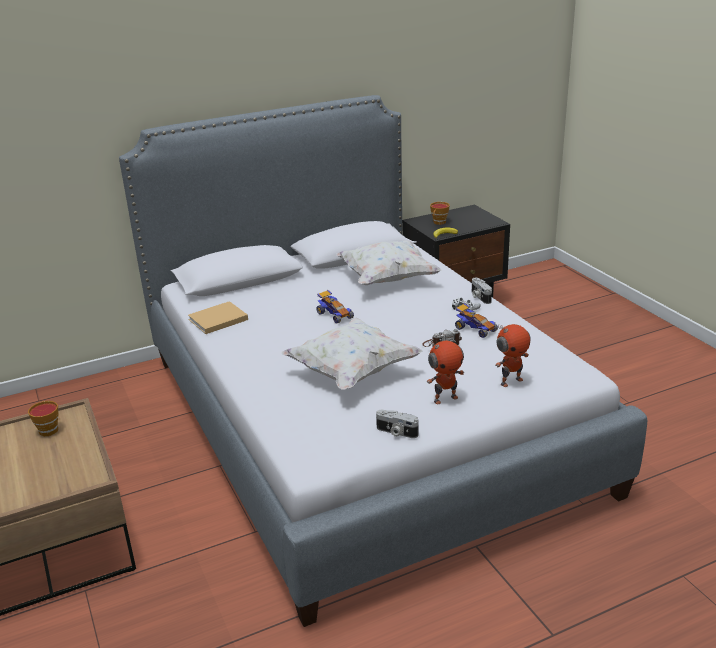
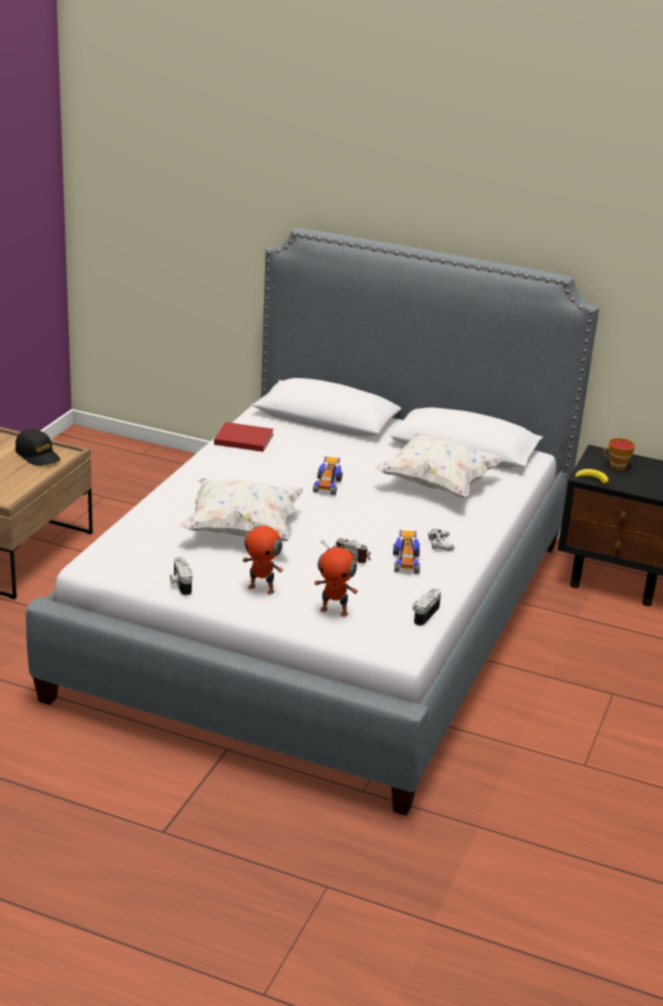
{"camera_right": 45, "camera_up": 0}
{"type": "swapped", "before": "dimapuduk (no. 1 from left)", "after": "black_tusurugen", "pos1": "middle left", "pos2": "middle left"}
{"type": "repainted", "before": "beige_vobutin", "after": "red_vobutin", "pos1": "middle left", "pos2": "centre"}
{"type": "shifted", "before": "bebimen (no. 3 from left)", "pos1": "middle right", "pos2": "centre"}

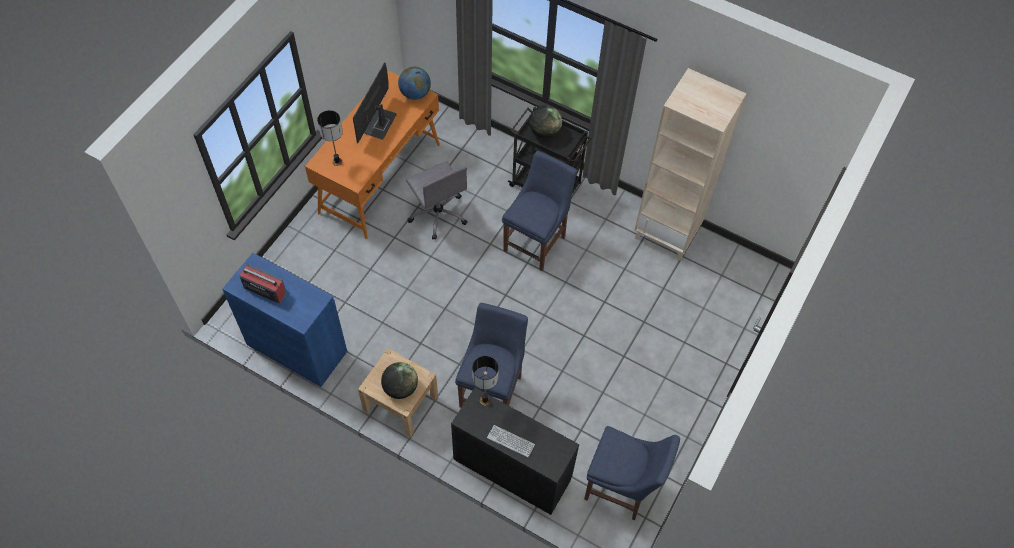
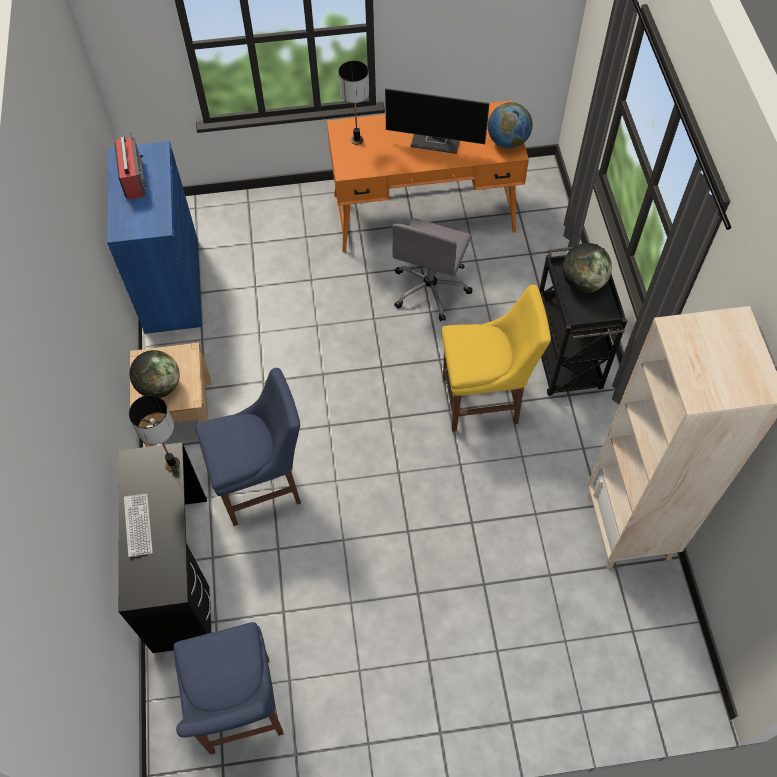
{"camera_right": 55, "camera_up": 0}
{"type": "rotated", "before": "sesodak", "pos1": "top centre", "pos2": "top centre", "turn": -150}
{"type": "repainted", "before": "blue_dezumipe (no. 2 from left)", "after": "yellow_dezumipe", "pos1": "centre", "pos2": "centre"}

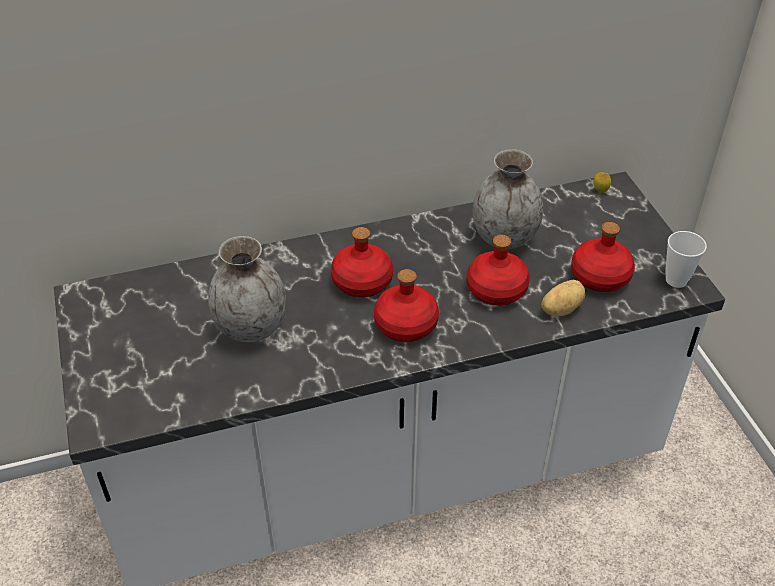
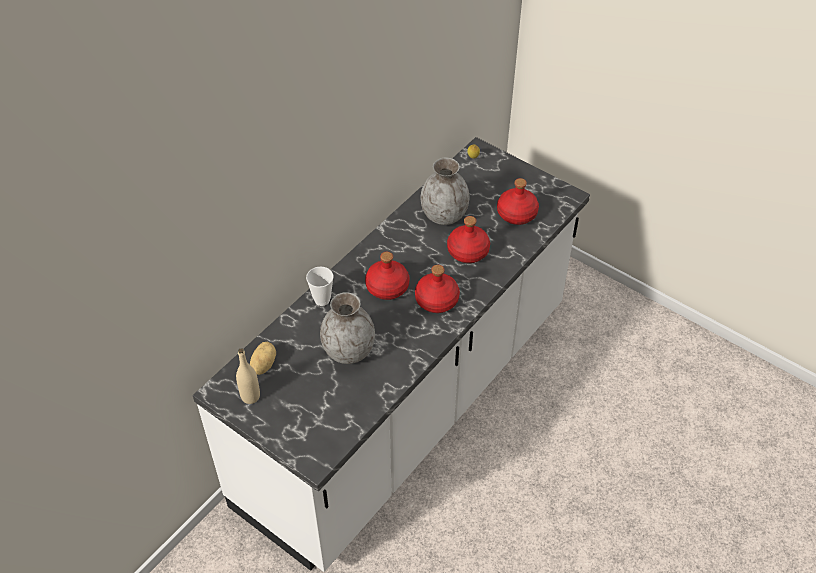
{"camera_right": -35, "camera_up": 5}
{"type": "new", "after": "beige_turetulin", "pos2": "middle left"}
{"type": "shifted", "before": "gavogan", "pos1": "middle right", "pos2": "middle left"}
{"type": "shifted", "before": "dimapuduk", "pos1": "middle right", "pos2": "centre"}

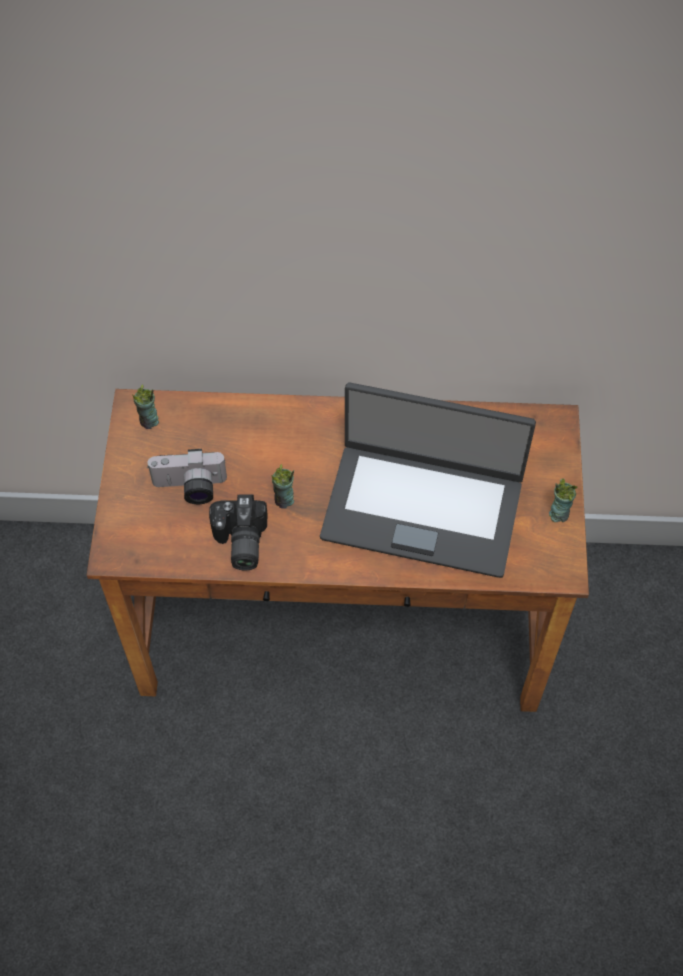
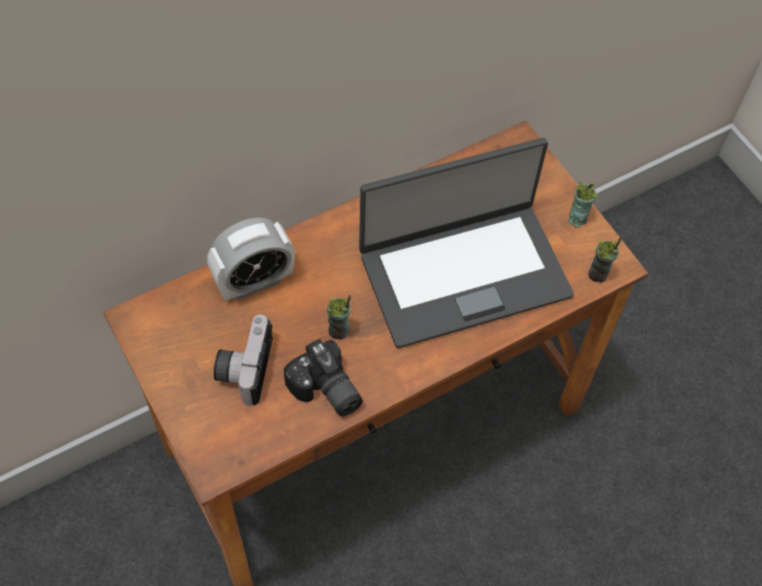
{"camera_right": -35, "camera_up": 0}
{"type": "new", "after": "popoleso", "pos2": "middle left"}
{"type": "rotated", "before": "bebimen (no. 1 from left)", "pos1": "middle left", "pos2": "middle left", "turn": 135}
{"type": "shifted", "before": "dimapuduk (no. 1 from left in the first image)", "after": "dimapuduk (no. 3 from left)", "pos1": "middle left", "pos2": "middle right"}

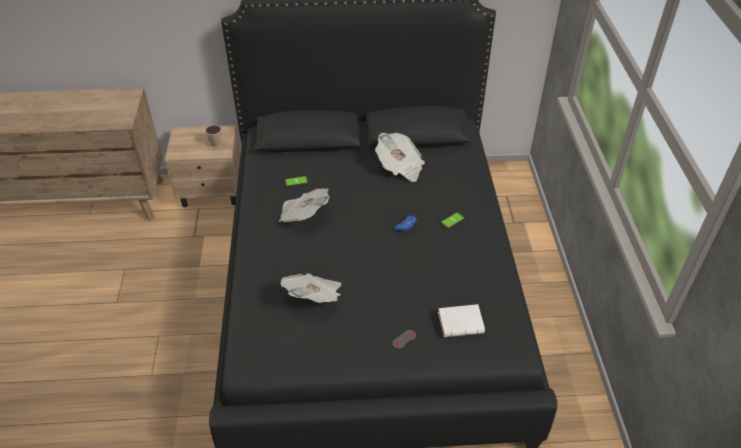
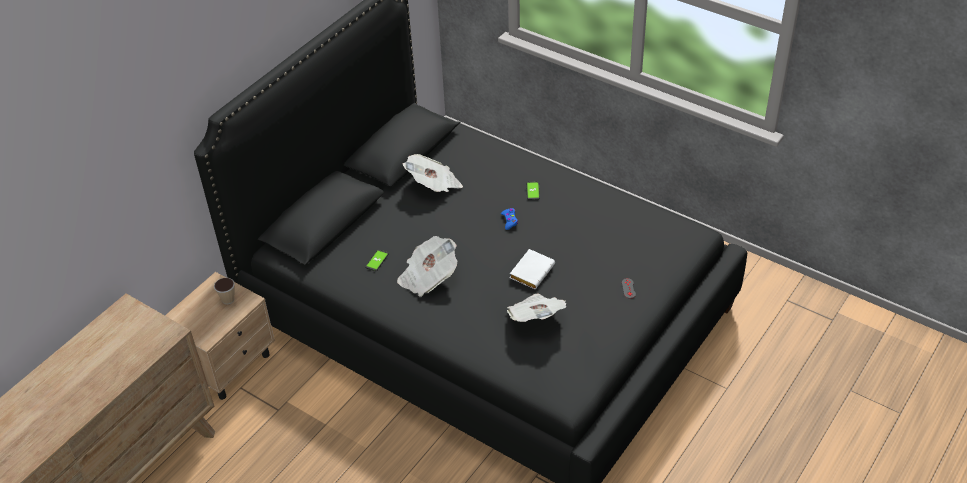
{"camera_right": -50, "camera_up": 0}
{"type": "shifted", "before": "white_vobutin", "pos1": "bottom centre", "pos2": "centre"}

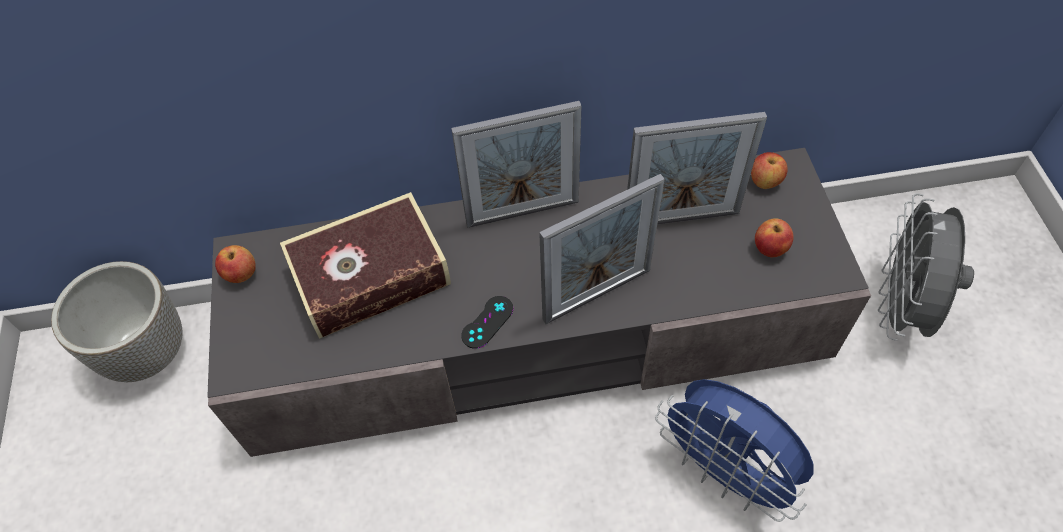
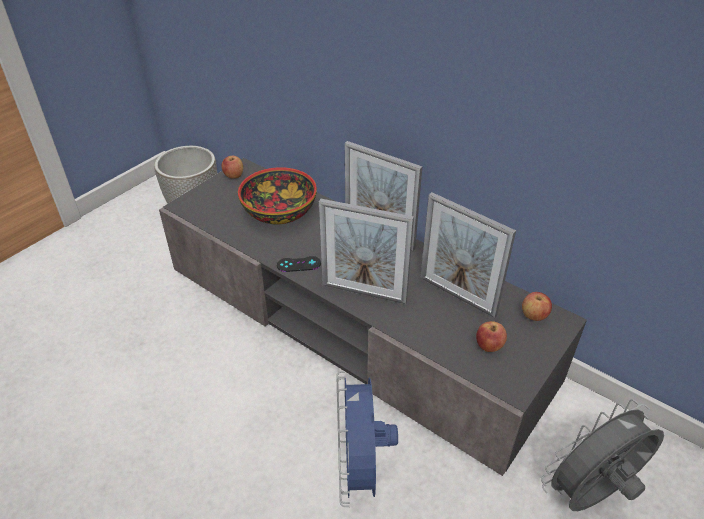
{"camera_right": 45, "camera_up": -15}
{"type": "swapped", "before": "vobutin", "after": "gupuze", "pos1": "centre", "pos2": "centre"}

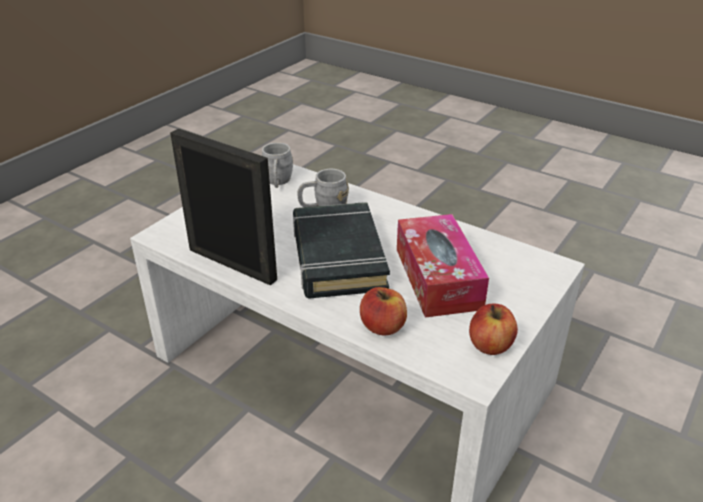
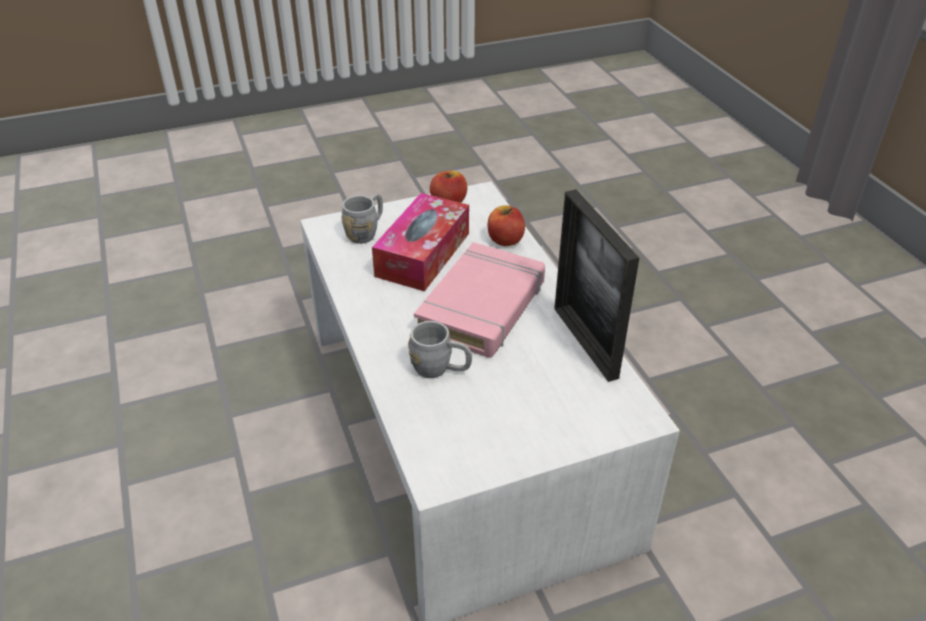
{"camera_right": -145, "camera_up": 5}
{"type": "shifted", "before": "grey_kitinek (no. 1 from left)", "pos1": "top centre", "pos2": "centre"}
{"type": "repainted", "before": "black_vobutin", "after": "pink_vobutin", "pos1": "centre", "pos2": "centre"}

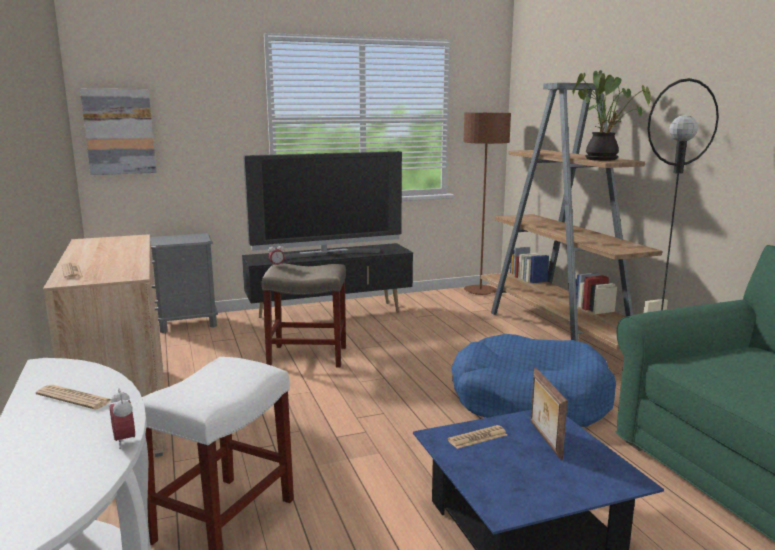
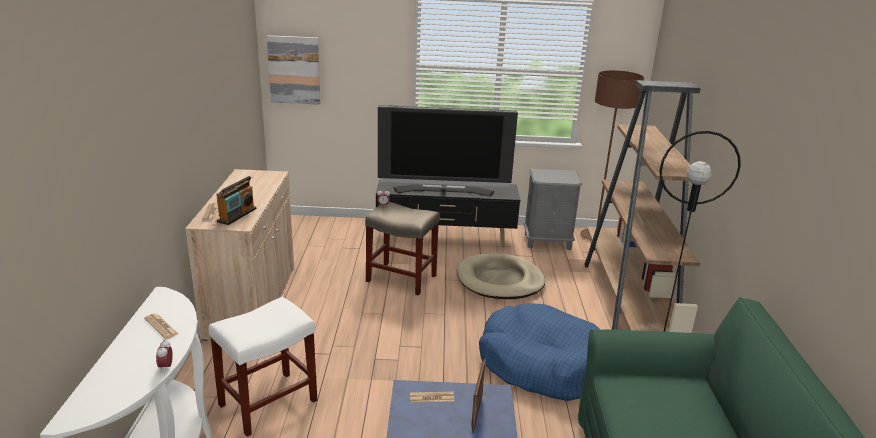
{"camera_right": 20, "camera_up": 10}
{"type": "new", "after": "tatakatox", "pos2": "middle left"}
{"type": "new", "after": "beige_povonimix", "pos2": "centre"}
{"type": "shifted", "before": "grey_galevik", "pos1": "middle left", "pos2": "centre"}
{"type": "gone", "before": "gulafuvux", "pos1": "top right"}

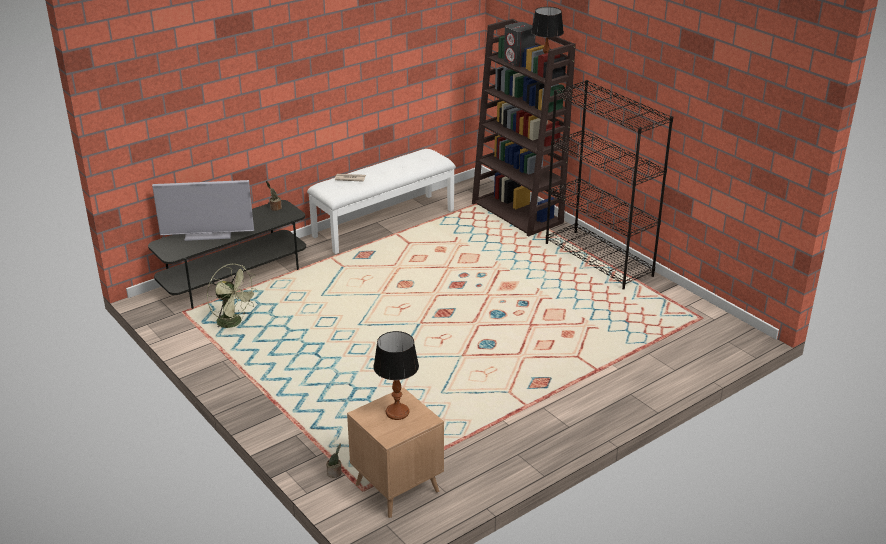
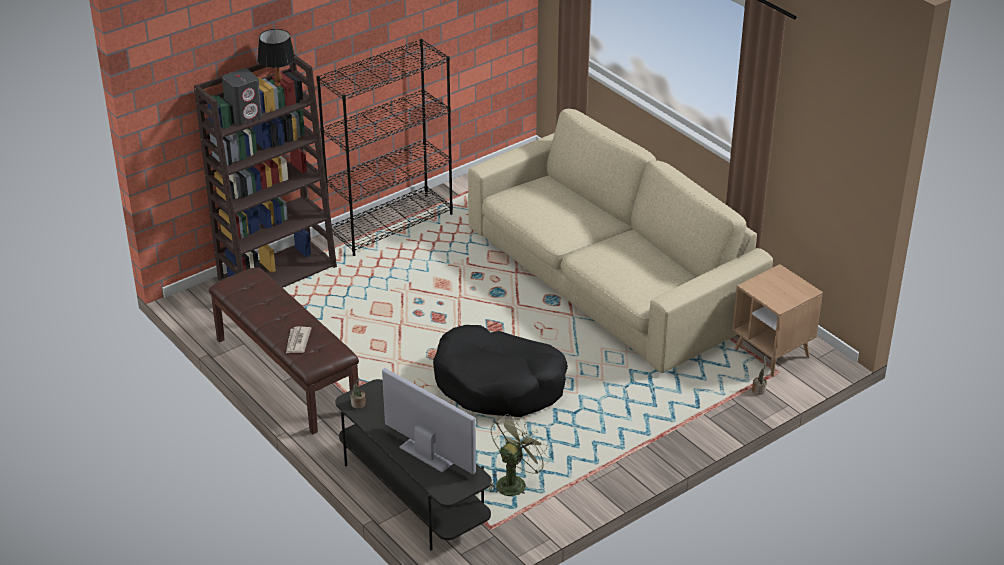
{"camera_right": -90, "camera_up": 5}
{"type": "repainted", "before": "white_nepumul", "after": "brown_nepumul", "pos1": "centre", "pos2": "middle left"}
{"type": "rotated", "before": "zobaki", "pos1": "middle left", "pos2": "bottom centre", "turn": -45}
{"type": "new", "after": "black_povonimix", "pos2": "centre"}
{"type": "new", "after": "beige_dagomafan", "pos2": "centre"}
{"type": "gone", "before": "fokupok (no. 1 from left)", "pos1": "bottom centre"}

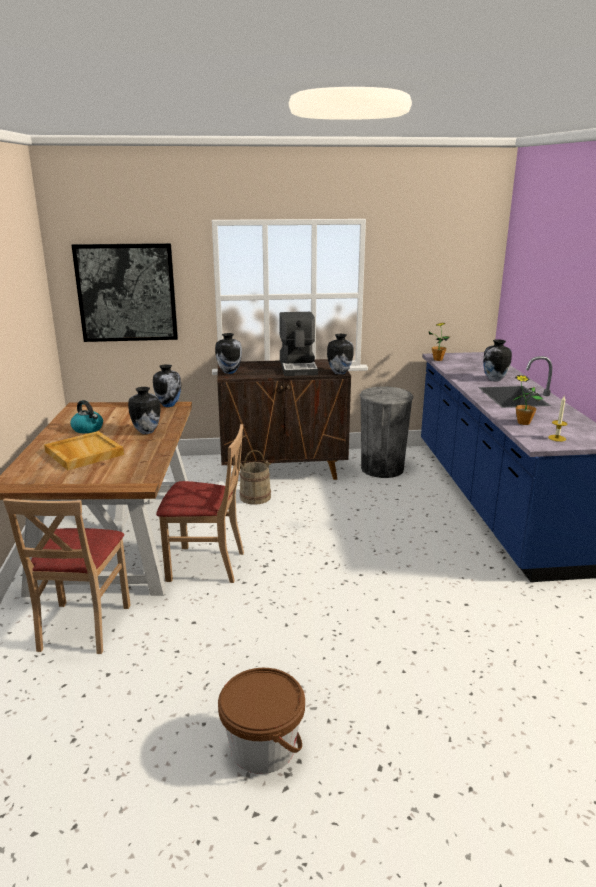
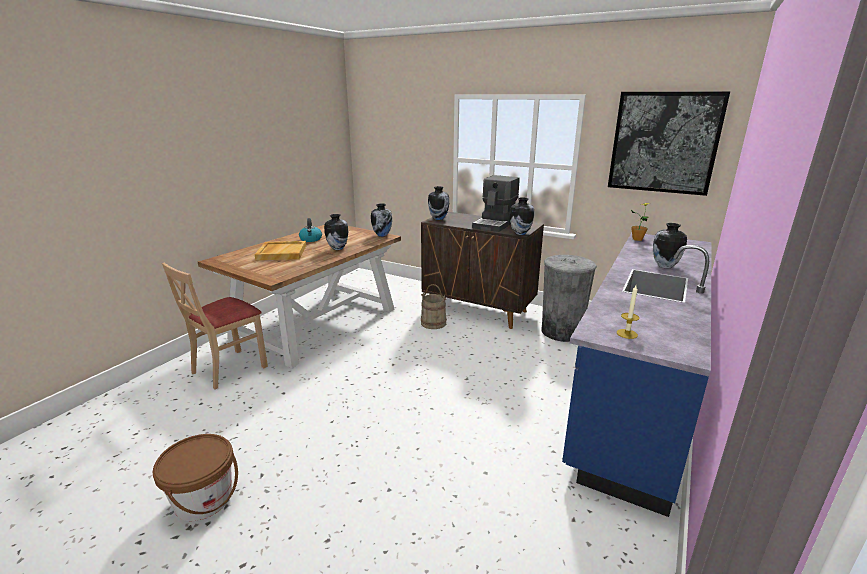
{"camera_right": 35, "camera_up": 0}
{"type": "shifted", "before": "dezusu", "pos1": "top left", "pos2": "top right"}
{"type": "gone", "before": "beige_dezumipe (no. 2 from left)", "pos1": "centre"}
{"type": "gone", "before": "gulafuvux (no. 2 from left)", "pos1": "middle right"}

